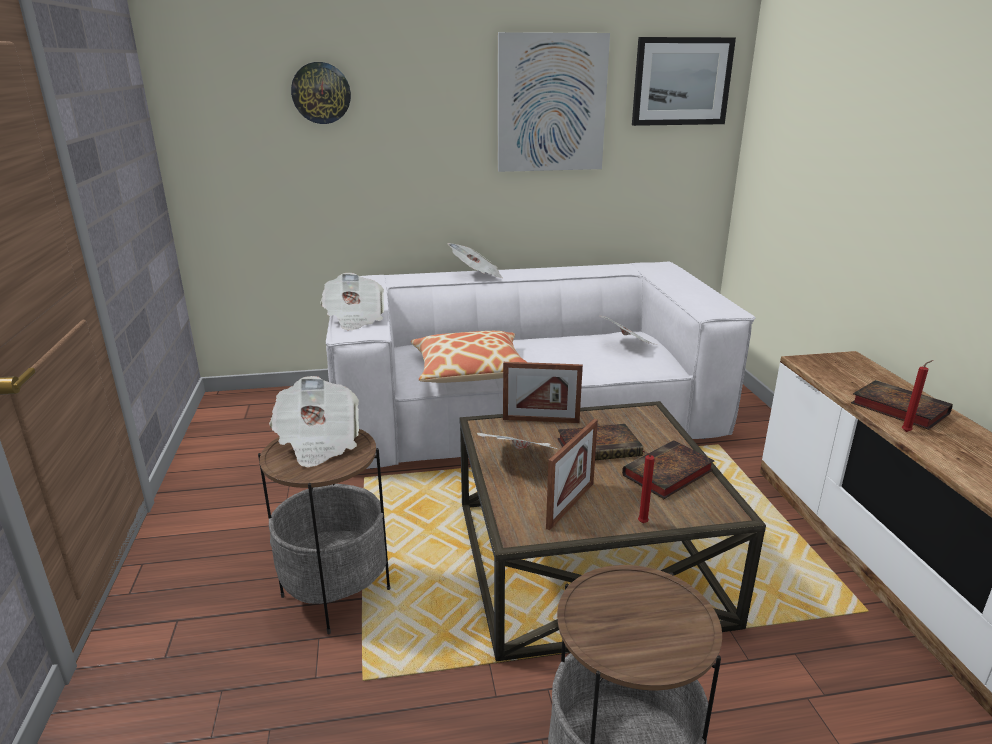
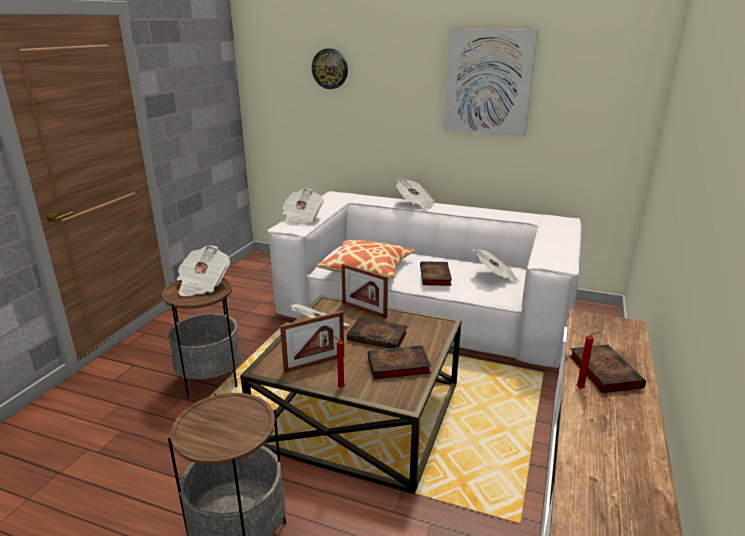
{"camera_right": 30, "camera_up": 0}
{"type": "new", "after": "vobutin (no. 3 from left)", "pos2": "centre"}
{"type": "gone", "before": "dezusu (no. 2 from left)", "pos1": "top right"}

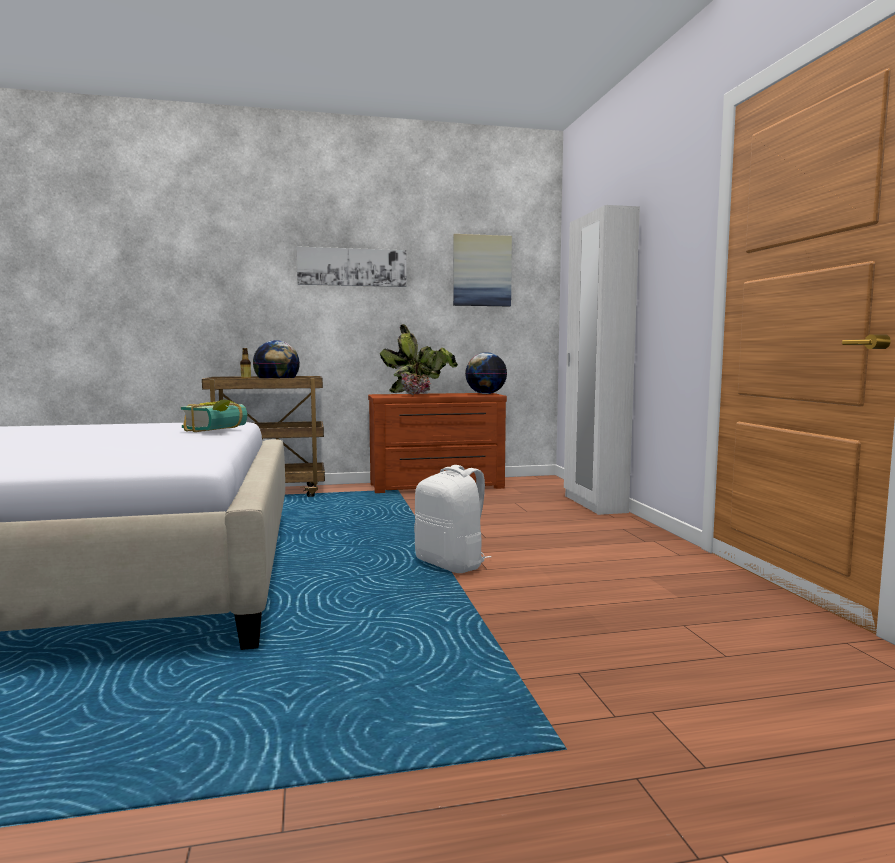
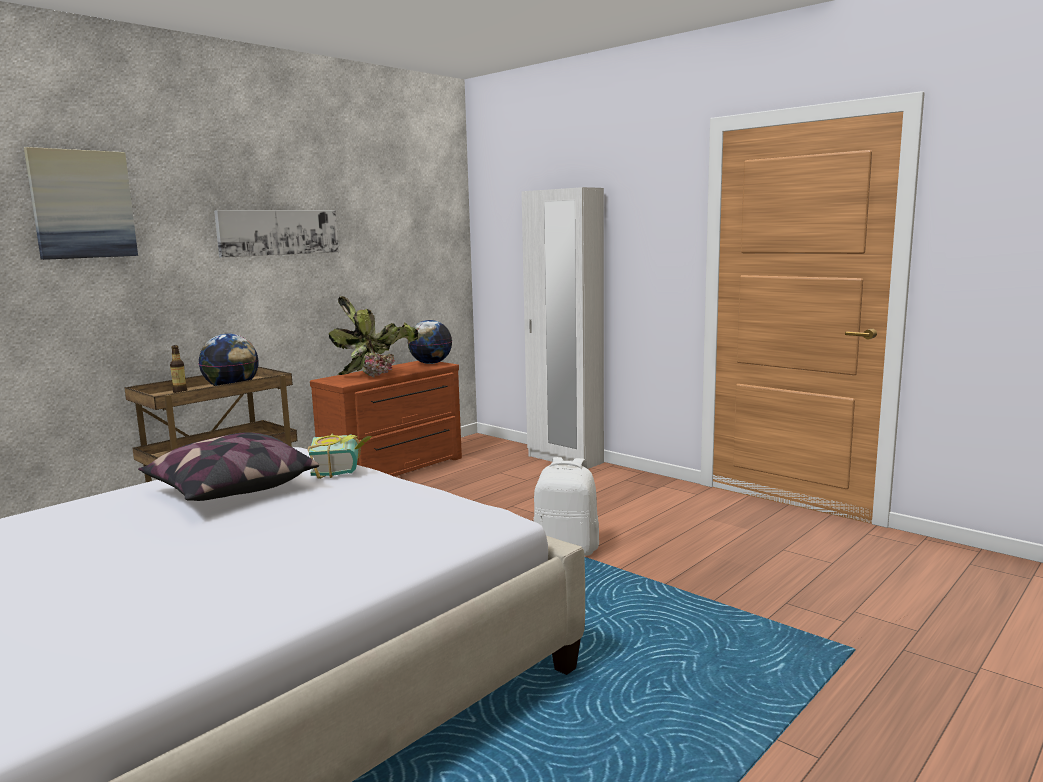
{"camera_right": -35, "camera_up": 5}
{"type": "shifted", "before": "dezusu (no. 2 from left in the first image)", "after": "dezusu (no. 1 from left)", "pos1": "top centre", "pos2": "top left"}
{"type": "new", "after": "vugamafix", "pos2": "middle left"}

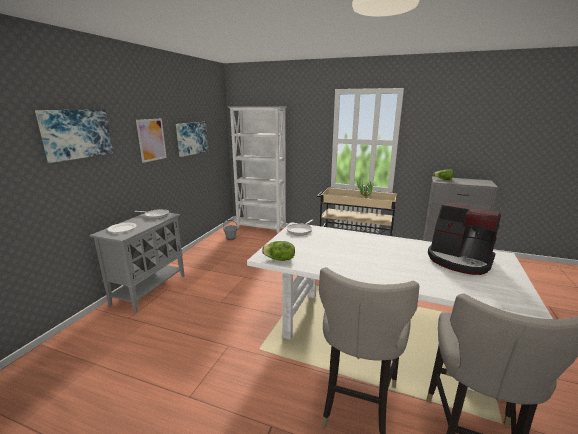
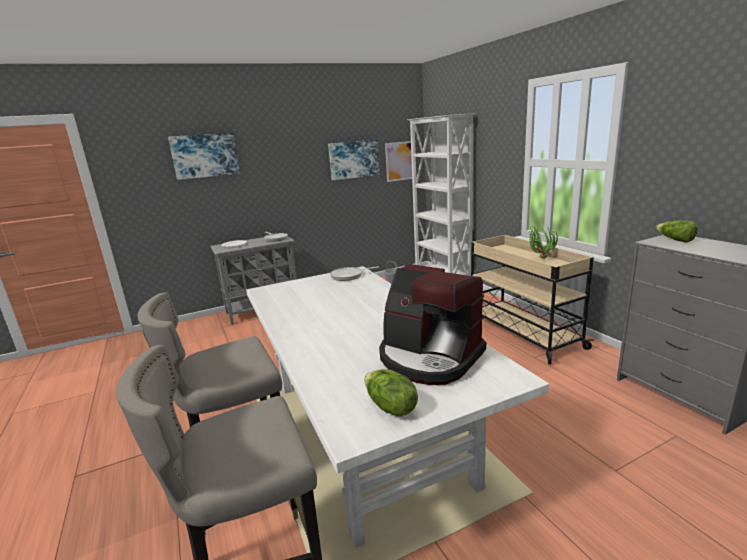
{"camera_right": 45, "camera_up": 0}
{"type": "shifted", "before": "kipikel (no. 1 from left)", "pos1": "centre", "pos2": "bottom centre"}
{"type": "rotated", "before": "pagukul", "pos1": "middle right", "pos2": "centre", "turn": -45}
{"type": "shifted", "before": "dezusu (no. 2 from left in the first image)", "after": "dezusu (no. 3 from left)", "pos1": "top left", "pos2": "top centre"}

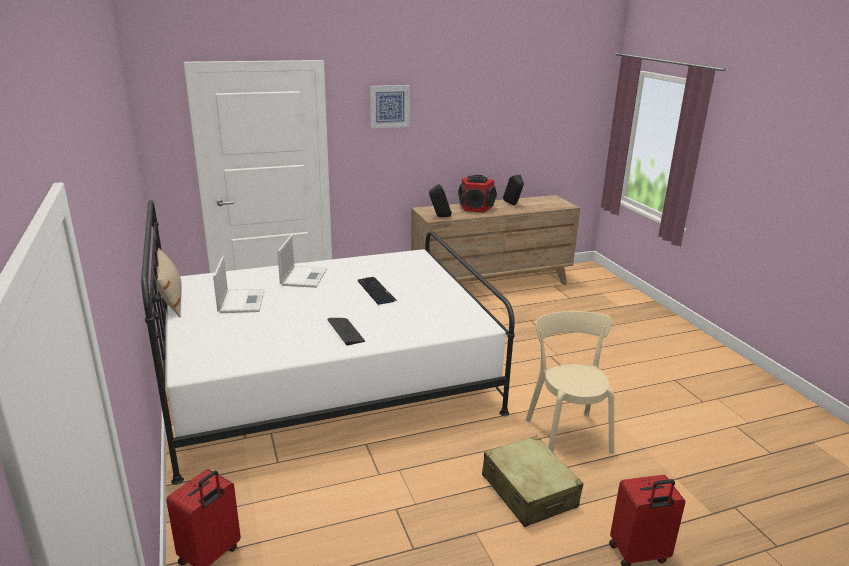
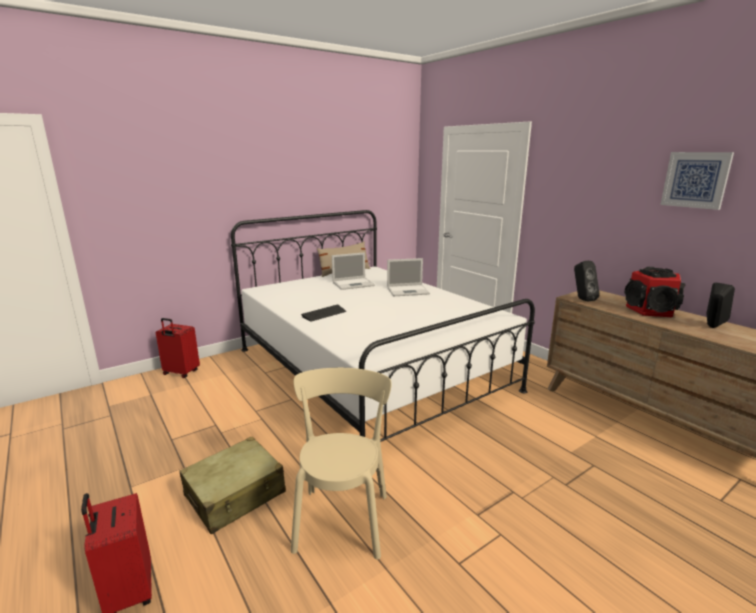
{"camera_right": 75, "camera_up": -5}
{"type": "rotated", "before": "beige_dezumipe", "pos1": "bottom right", "pos2": "bottom centre", "turn": -60}
{"type": "shifted", "before": "dezusu", "pos1": "top centre", "pos2": "top right"}
{"type": "gone", "before": "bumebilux (no. 2 from left)", "pos1": "centre"}

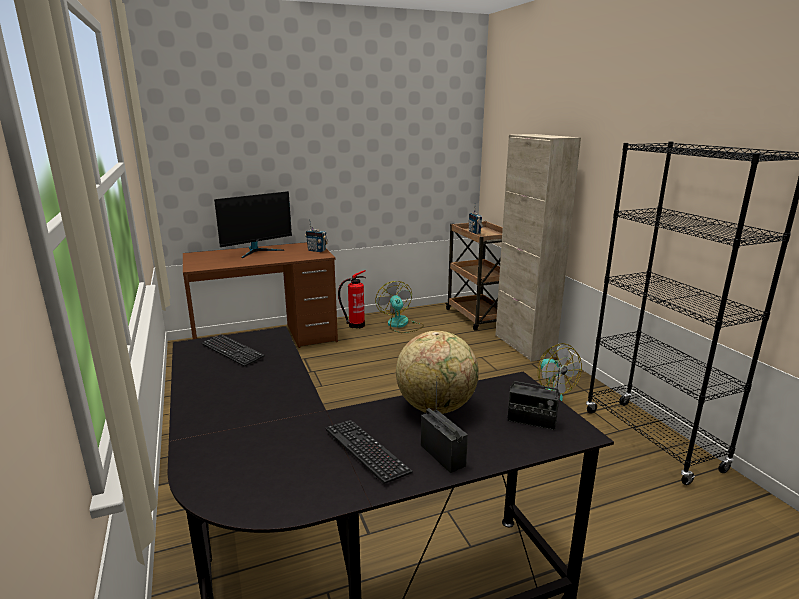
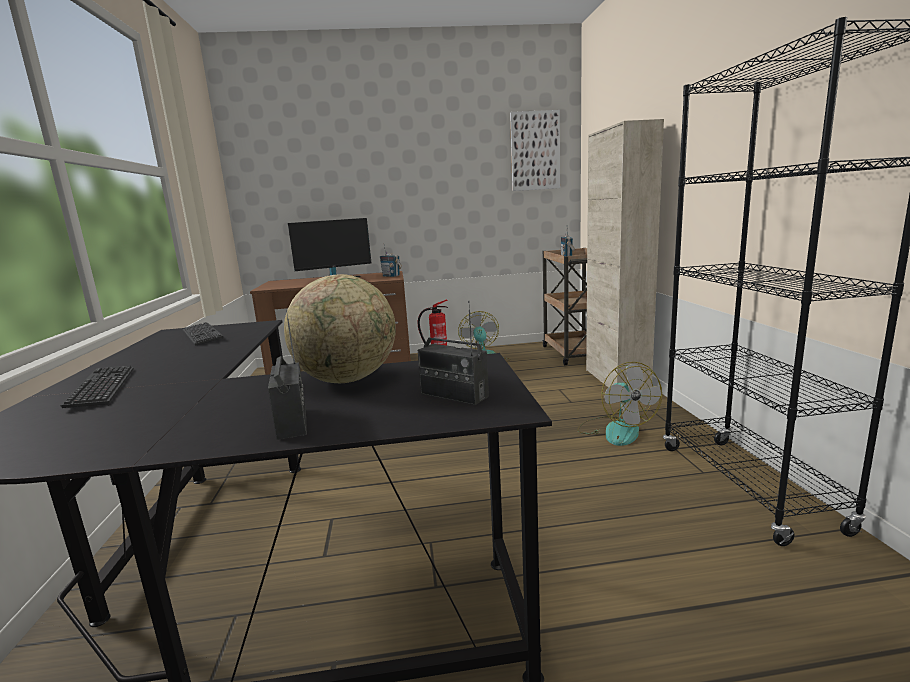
{"camera_right": 15, "camera_up": -5}
{"type": "shifted", "before": "bumebilux (no. 2 from left in the first image)", "after": "bumebilux (no. 1 from left)", "pos1": "bottom centre", "pos2": "middle left"}
{"type": "new", "after": "dezusu", "pos2": "top centre"}

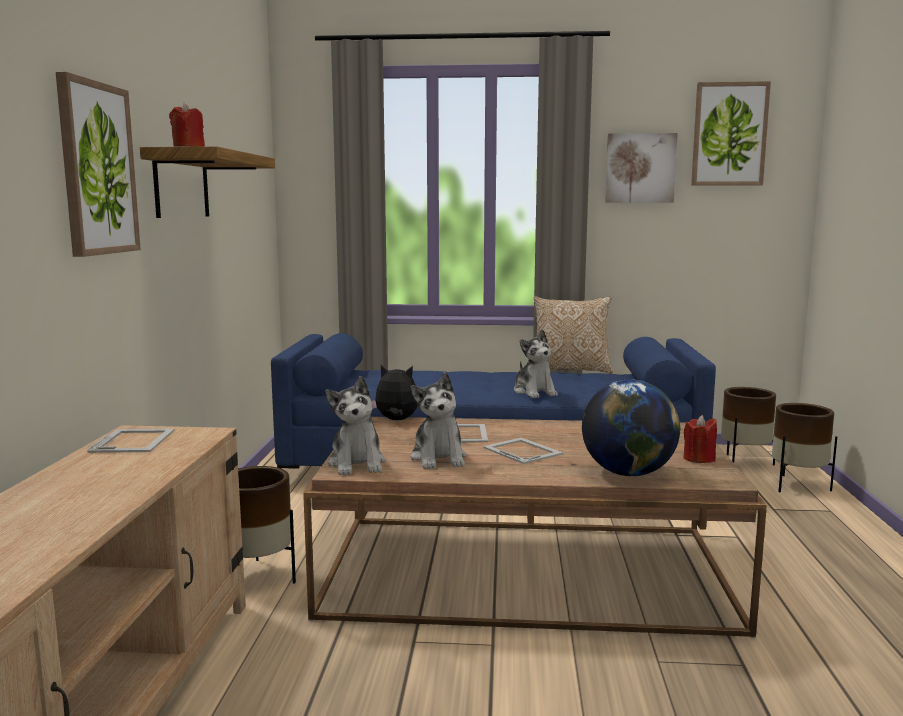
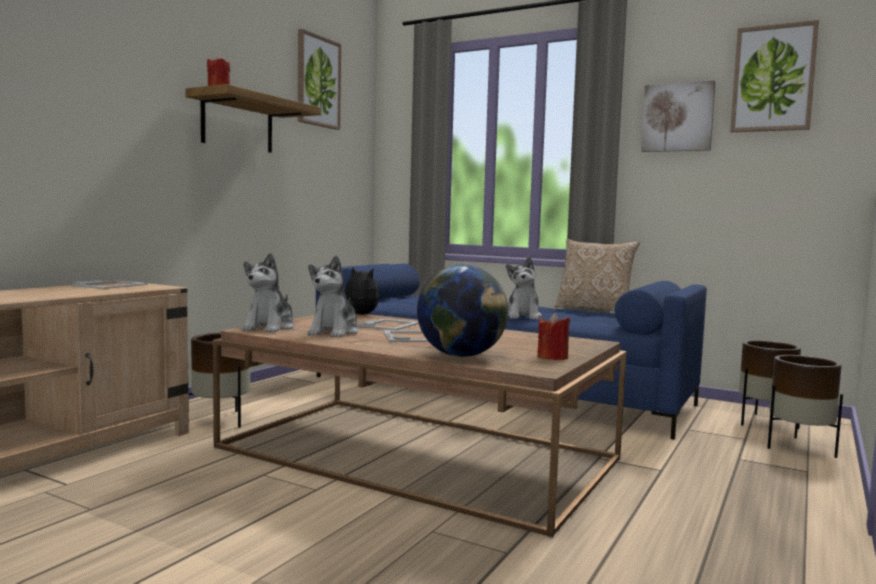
{"camera_right": 25, "camera_up": -5}
{"type": "shifted", "before": "dezusu (no. 1 from left)", "pos1": "top left", "pos2": "top centre"}

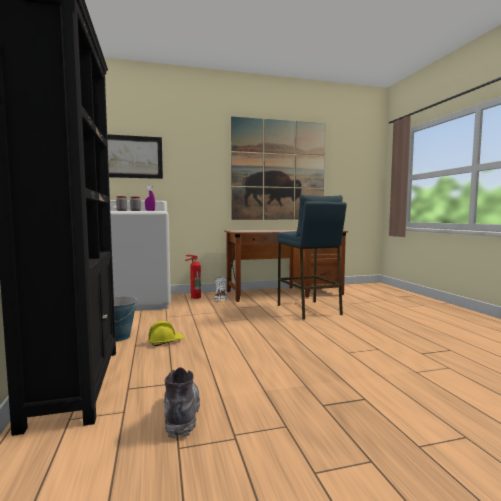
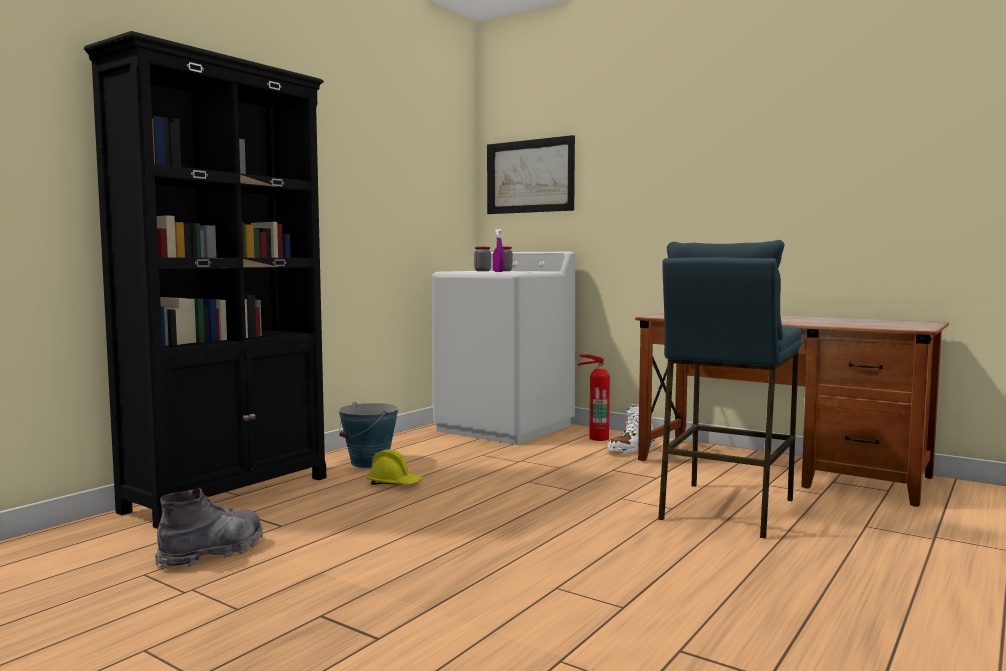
{"camera_right": 50, "camera_up": 0}
{"type": "gone", "before": "dezusu (no. 2 from left)", "pos1": "centre"}

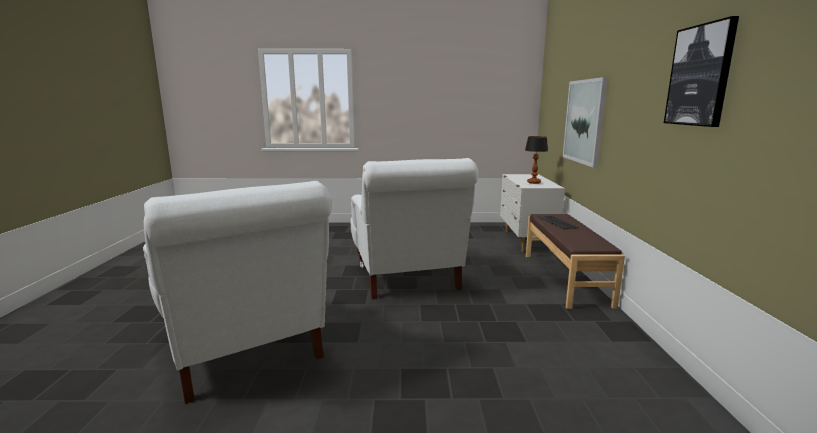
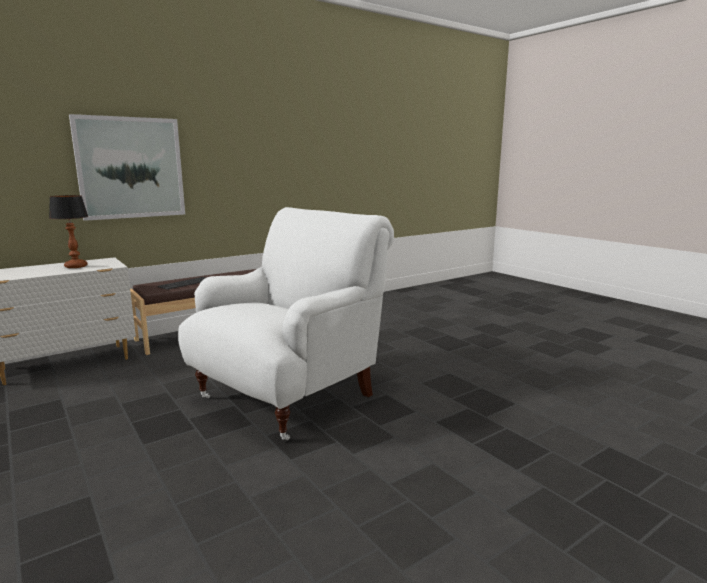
{"camera_right": -125, "camera_up": 0}
{"type": "gone", "before": "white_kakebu (no. 1 from left)", "pos1": "bottom left"}
{"type": "gone", "before": "dezusu (no. 2 from left)", "pos1": "top right"}

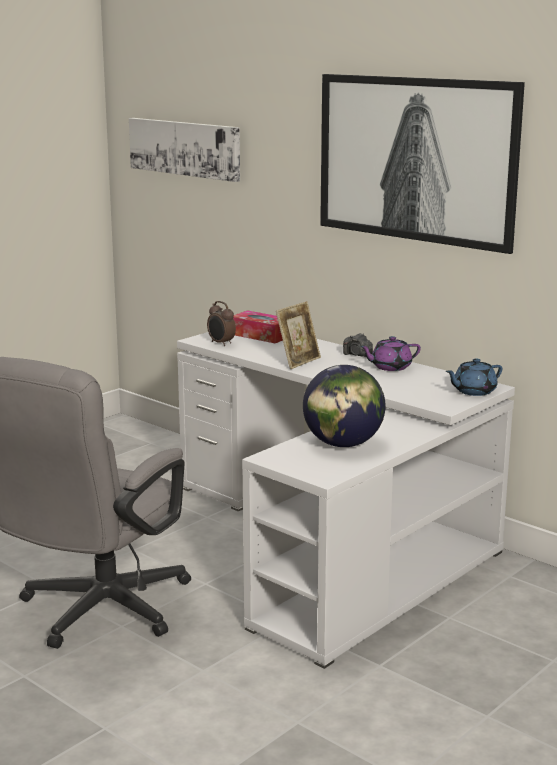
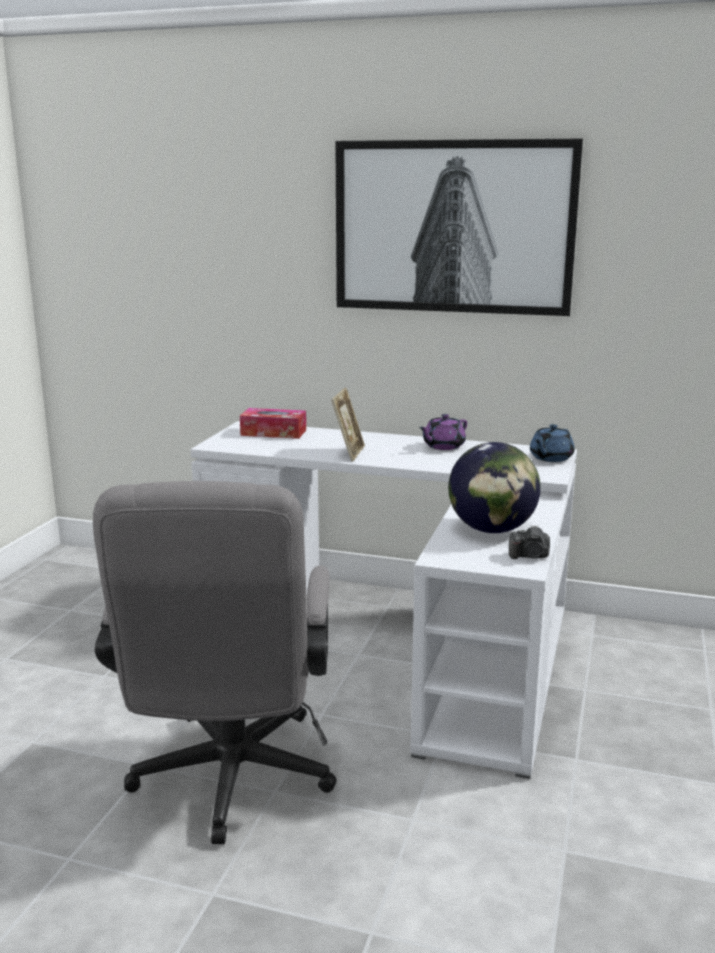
{"camera_right": -25, "camera_up": 0}
{"type": "shifted", "before": "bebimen", "pos1": "centre", "pos2": "middle right"}
{"type": "gone", "before": "dezusu (no. 1 from left)", "pos1": "top left"}
{"type": "gone", "before": "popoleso", "pos1": "centre"}

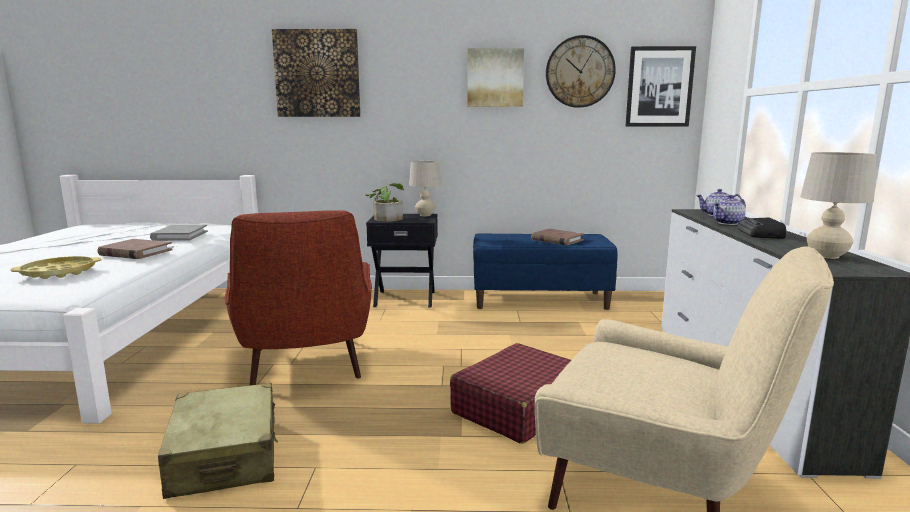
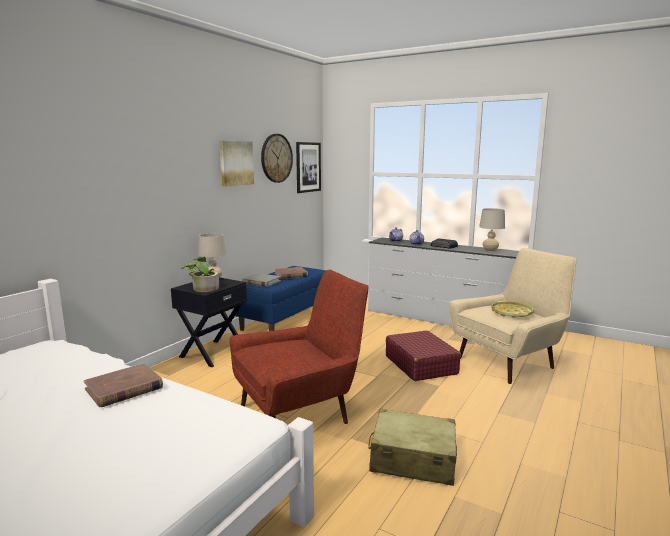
{"camera_right": -60, "camera_up": 0}
{"type": "rotated", "before": "red_kakebu", "pos1": "middle left", "pos2": "centre", "turn": -45}
{"type": "shifted", "before": "grey_vobutin", "pos1": "middle left", "pos2": "centre"}
{"type": "shifted", "before": "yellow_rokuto", "pos1": "middle left", "pos2": "middle right"}
{"type": "gone", "before": "dezusu (no. 1 from left)", "pos1": "top centre"}

